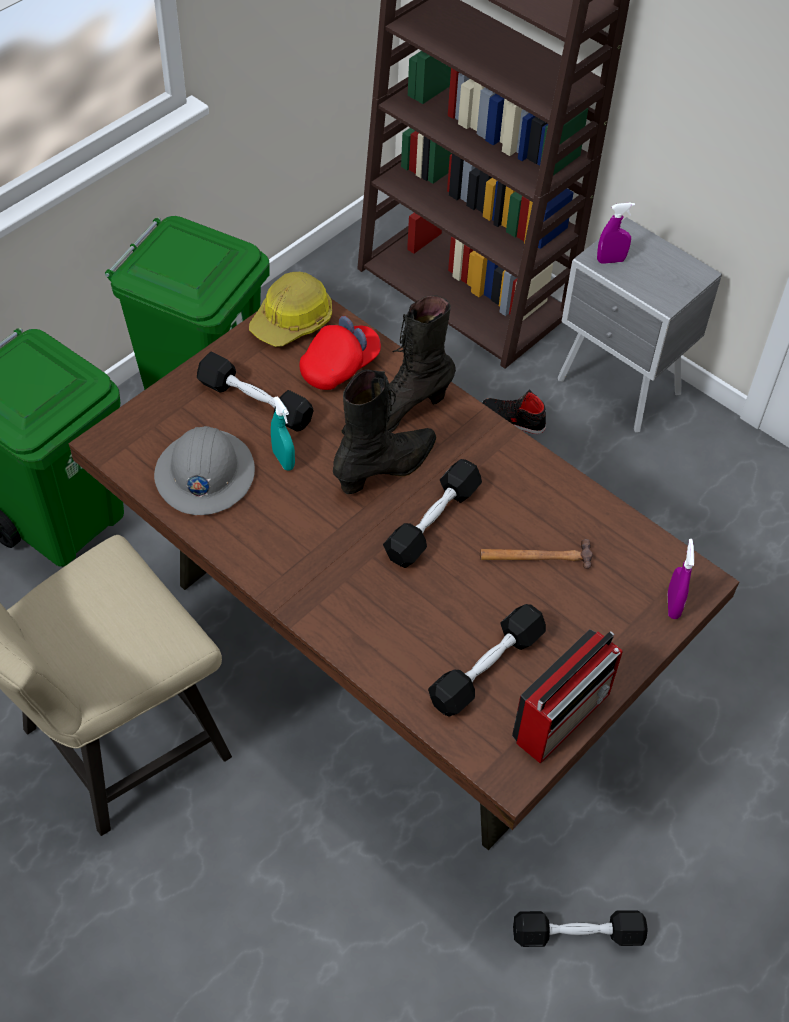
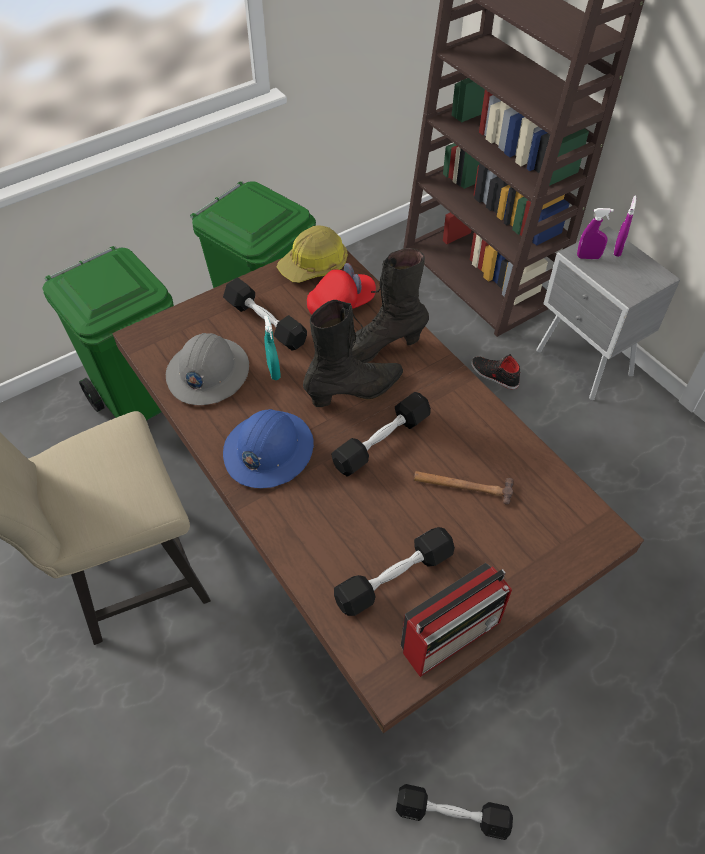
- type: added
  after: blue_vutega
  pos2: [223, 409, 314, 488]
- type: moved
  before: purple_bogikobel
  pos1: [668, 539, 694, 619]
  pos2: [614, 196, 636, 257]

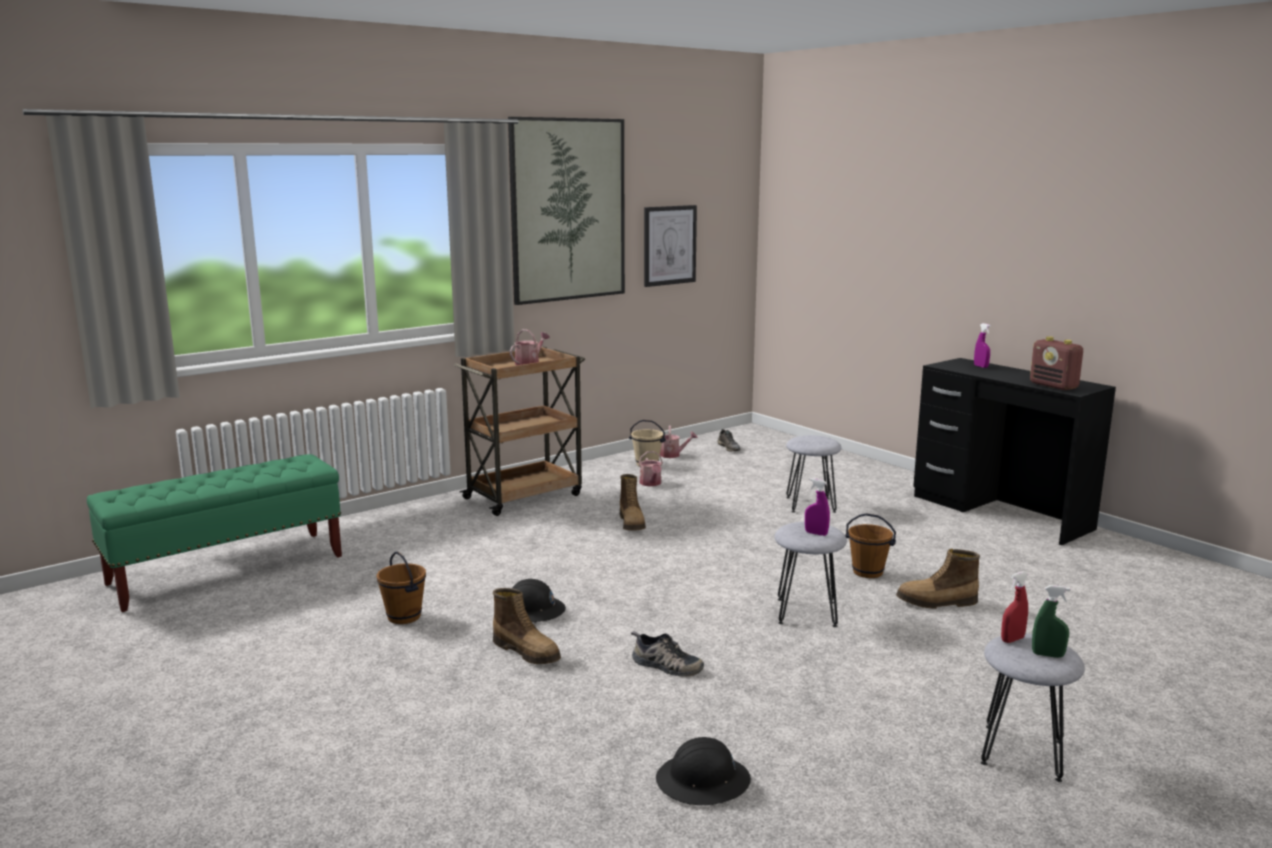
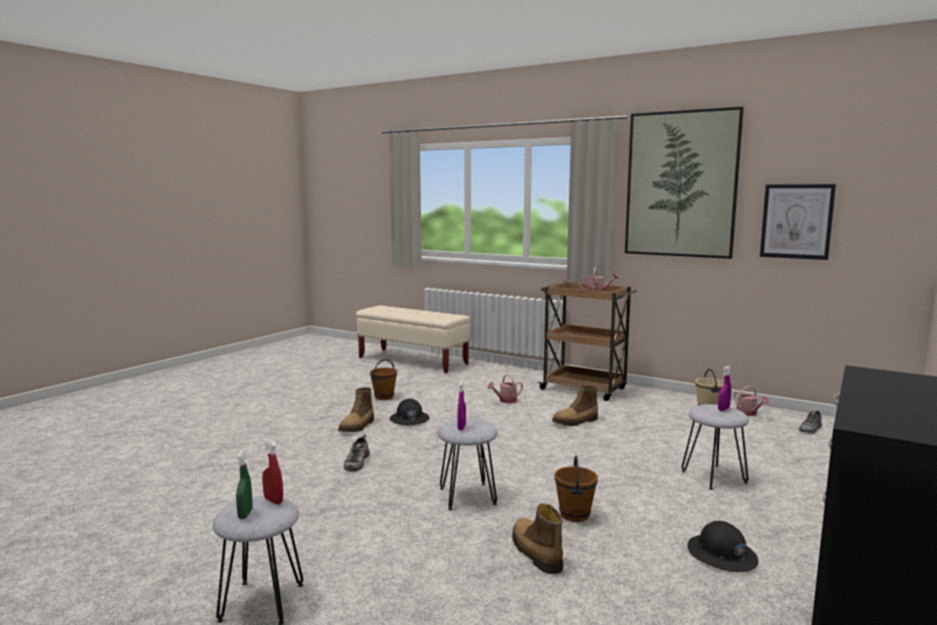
- type: recoloured
  before: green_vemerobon
  after: beige_vemerobon
  pos1: [87, 454, 342, 612]
  pos2: [356, 306, 470, 373]
- type: moved
  before: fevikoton
  pos1: [638, 451, 663, 486]
  pos2: [487, 374, 523, 403]
- type: moved
  before: black_vutega
  pos1: [656, 737, 751, 805]
  pos2: [687, 521, 759, 572]
- type: moved
  before: purple_bogikobel
  pos1: [974, 323, 991, 368]
  pos2: [718, 366, 731, 411]
- type: removed
  before: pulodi
  pos1: [1030, 336, 1083, 390]

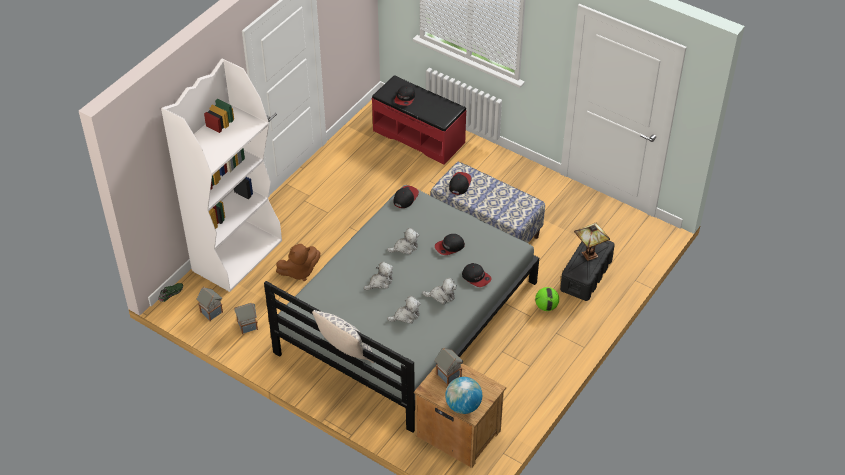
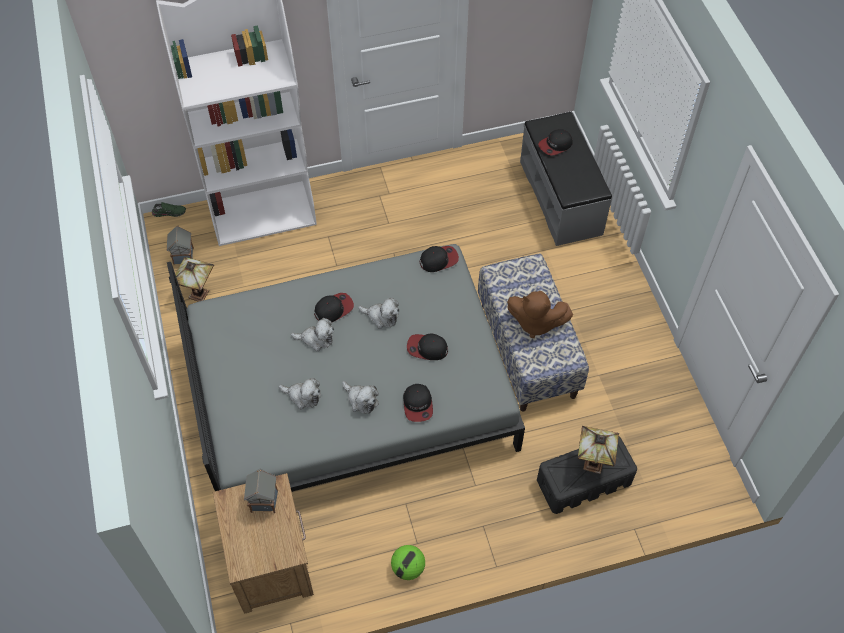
- type: replaced
  before: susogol
  after: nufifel
  pos1: [234, 303, 258, 334]
  pos2: [175, 257, 214, 302]
- type: moved
  before: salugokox
  pos1: [449, 172, 471, 195]
  pos2: [314, 293, 354, 322]
- type: moved
  before: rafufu
  pos1: [535, 287, 559, 311]
  pos2: [391, 545, 425, 580]
- type: moved
  before: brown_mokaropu
  pos1: [276, 244, 320, 281]
  pos2: [507, 291, 573, 338]
- type: recoloured
  before: red_vemerobon
  after: grey_vemerobon
  pos1: [371, 75, 466, 165]
  pos2: [520, 112, 612, 246]
- type: removed
  before: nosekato
  pos1: [312, 310, 374, 364]
- type: removed
  before: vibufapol
  pos1: [445, 377, 482, 414]

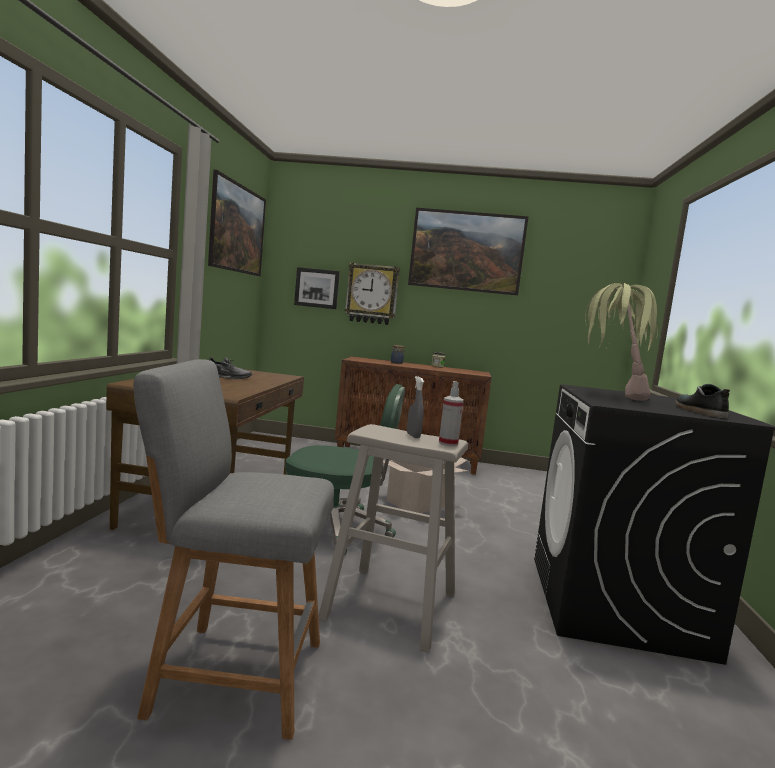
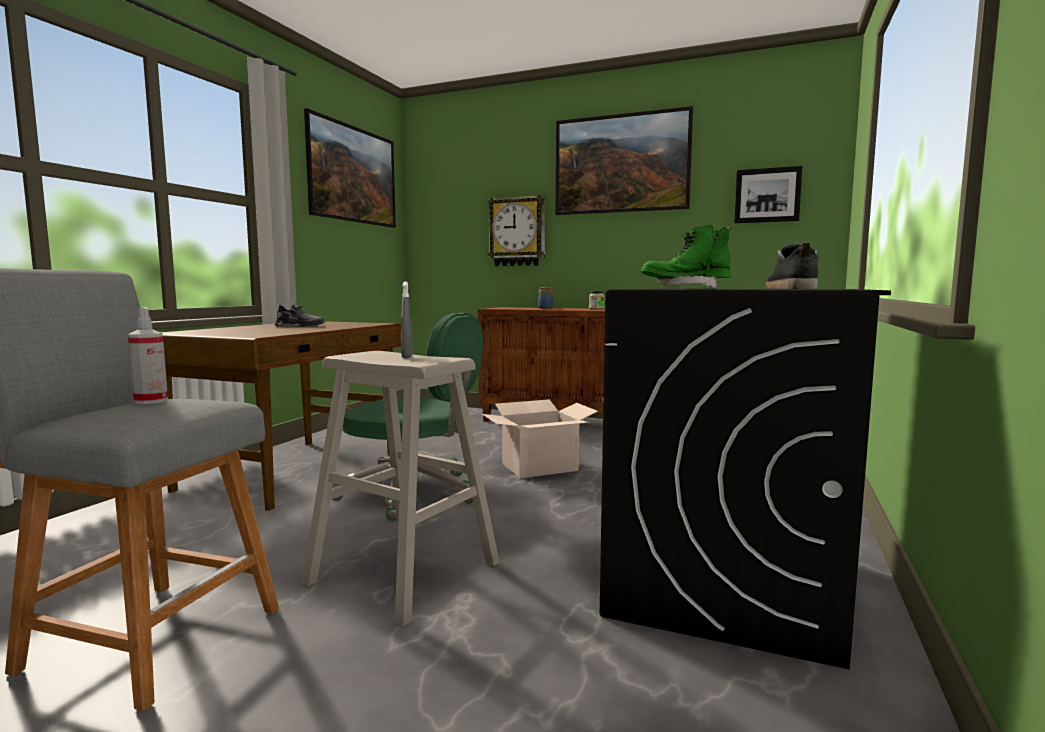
- type: moved
  before: bogikobel
  pos1: [439, 381, 464, 446]
  pos2: [128, 308, 168, 404]
- type: replaced
  before: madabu
  after: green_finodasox
  pos1: [585, 283, 658, 401]
  pos2: [641, 224, 731, 288]
- type: moved
  before: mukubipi
  pos1: [294, 267, 340, 309]
  pos2: [734, 166, 803, 224]

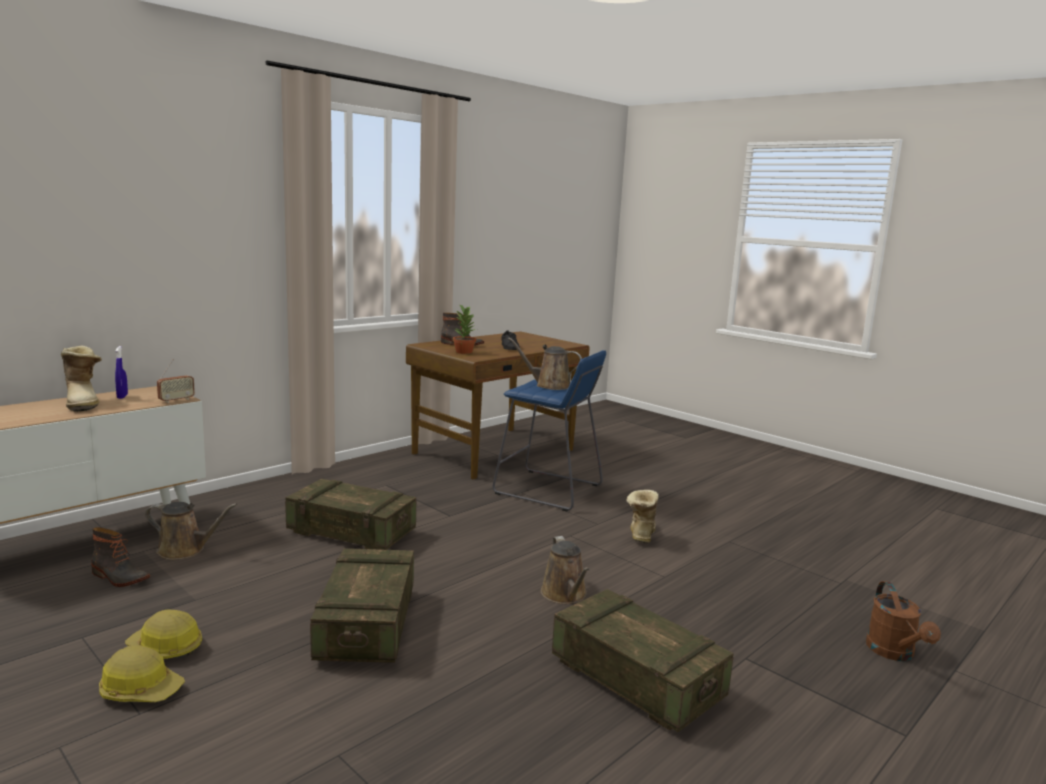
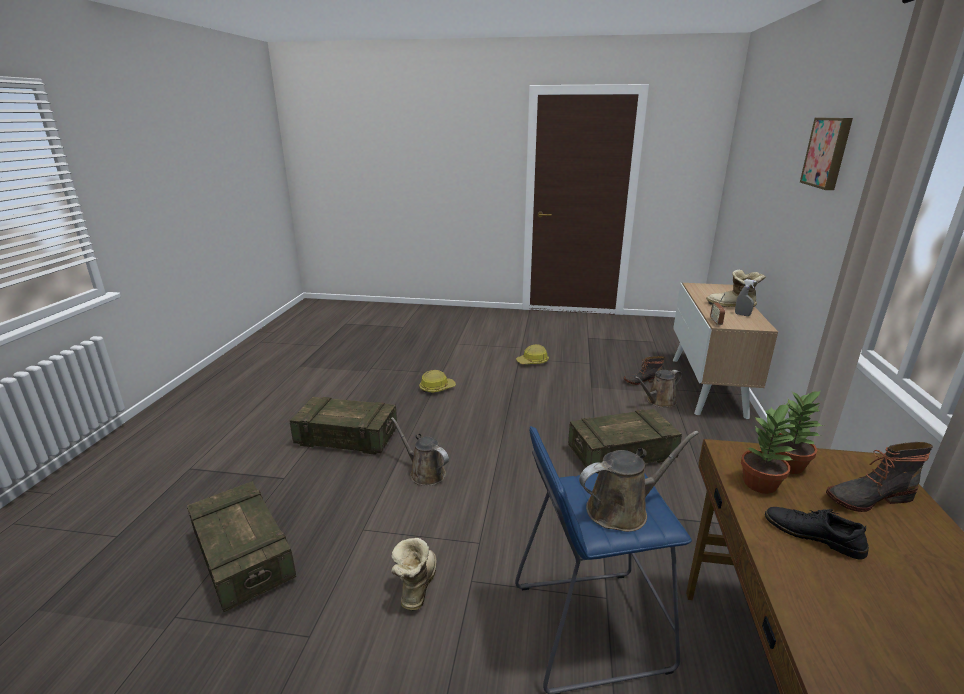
- type: moved
  before: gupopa
  pos1: [310, 548, 414, 663]
  pos2: [187, 481, 296, 612]
- type: turned
  before: finodasox
  pos1: [627, 490, 659, 543]
  pos2: [391, 538, 437, 611]
  turn: -150
- type: moved
  before: vutega
  pos1: [125, 609, 202, 659]
  pos2: [419, 370, 456, 393]
- type: recoloured
  before: blue_bogikobel
  after: grey_bogikobel
  pos1: [115, 346, 128, 399]
  pos2: [735, 279, 757, 316]
- type: added
  after: madabu
  pos2: [741, 403, 797, 494]
- type: added
  after: mukubipi
  pos2: [800, 118, 853, 190]
- type: removed
  before: brown_fevikoton
  pos1: [866, 581, 941, 661]

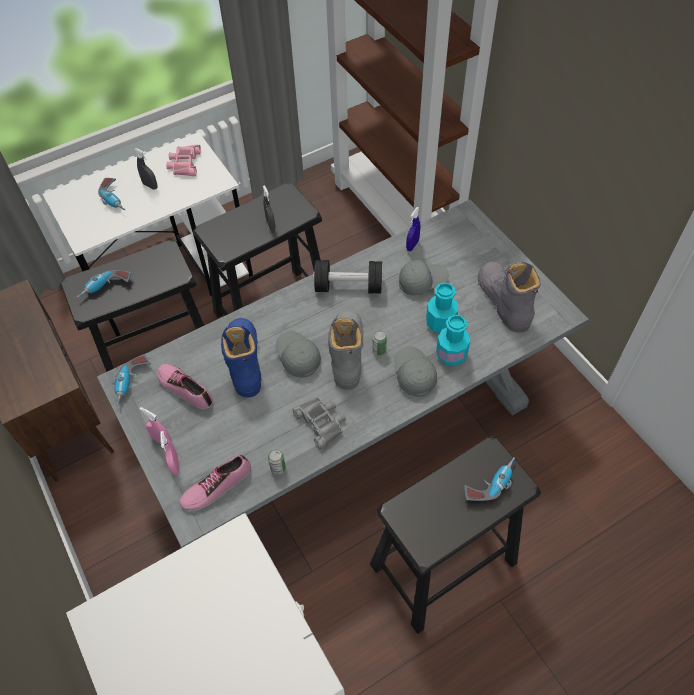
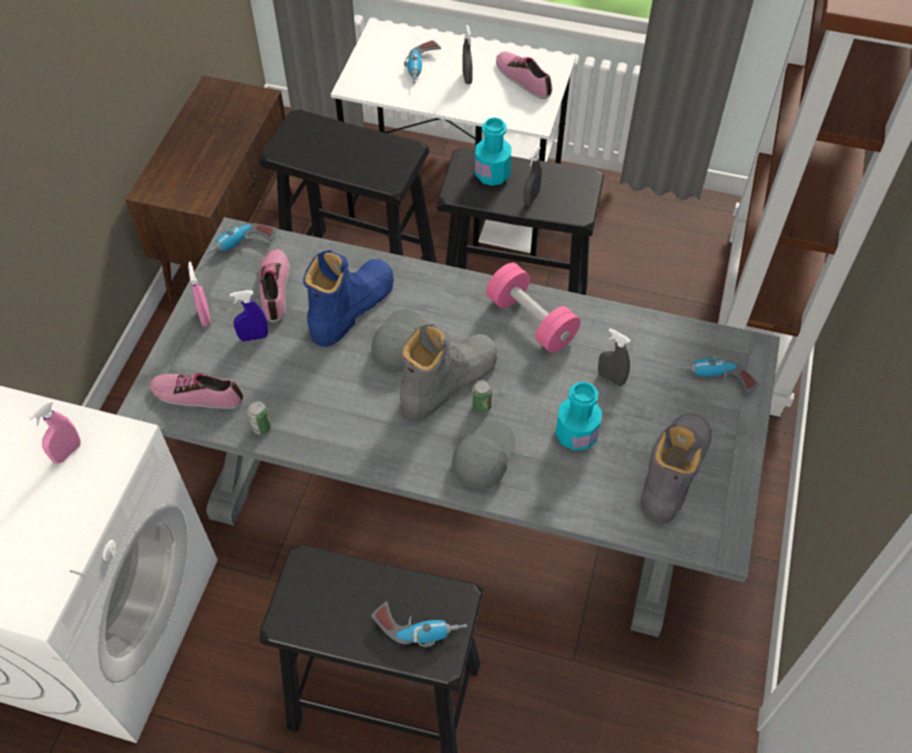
- type: moved
  before: pink_bogikobel
  pos1: [160, 431, 179, 475]
  pos2: [29, 400, 81, 464]
- type: moved
  before: blue_bogikobel
  pos1: [406, 207, 420, 251]
  pos2: [230, 290, 268, 342]
- type: moved
  before: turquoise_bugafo
  pos1: [436, 315, 470, 366]
  pos2: [475, 117, 512, 186]
- type: recoloured
  before: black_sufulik
  after: pink_sufulik
  pos1: [314, 260, 383, 293]
  pos2: [486, 263, 580, 353]
- type: replaced
  before: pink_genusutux
  after: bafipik
  pos1: [166, 145, 201, 176]
  pos2: [496, 52, 553, 99]
- type: replaced
  before: grey_salugokox
  after: grey_bogikobel
  pos1: [399, 260, 448, 296]
  pos2: [598, 329, 630, 386]
- type: moved
  before: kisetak
  pos1: [77, 270, 131, 298]
  pos2: [676, 356, 759, 394]
- type: removed
  before: grey_genusutux
  pos1: [292, 398, 346, 449]

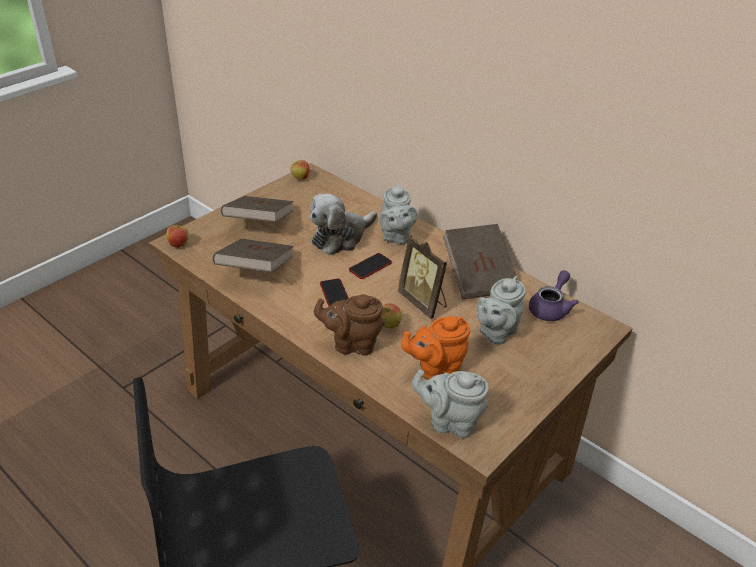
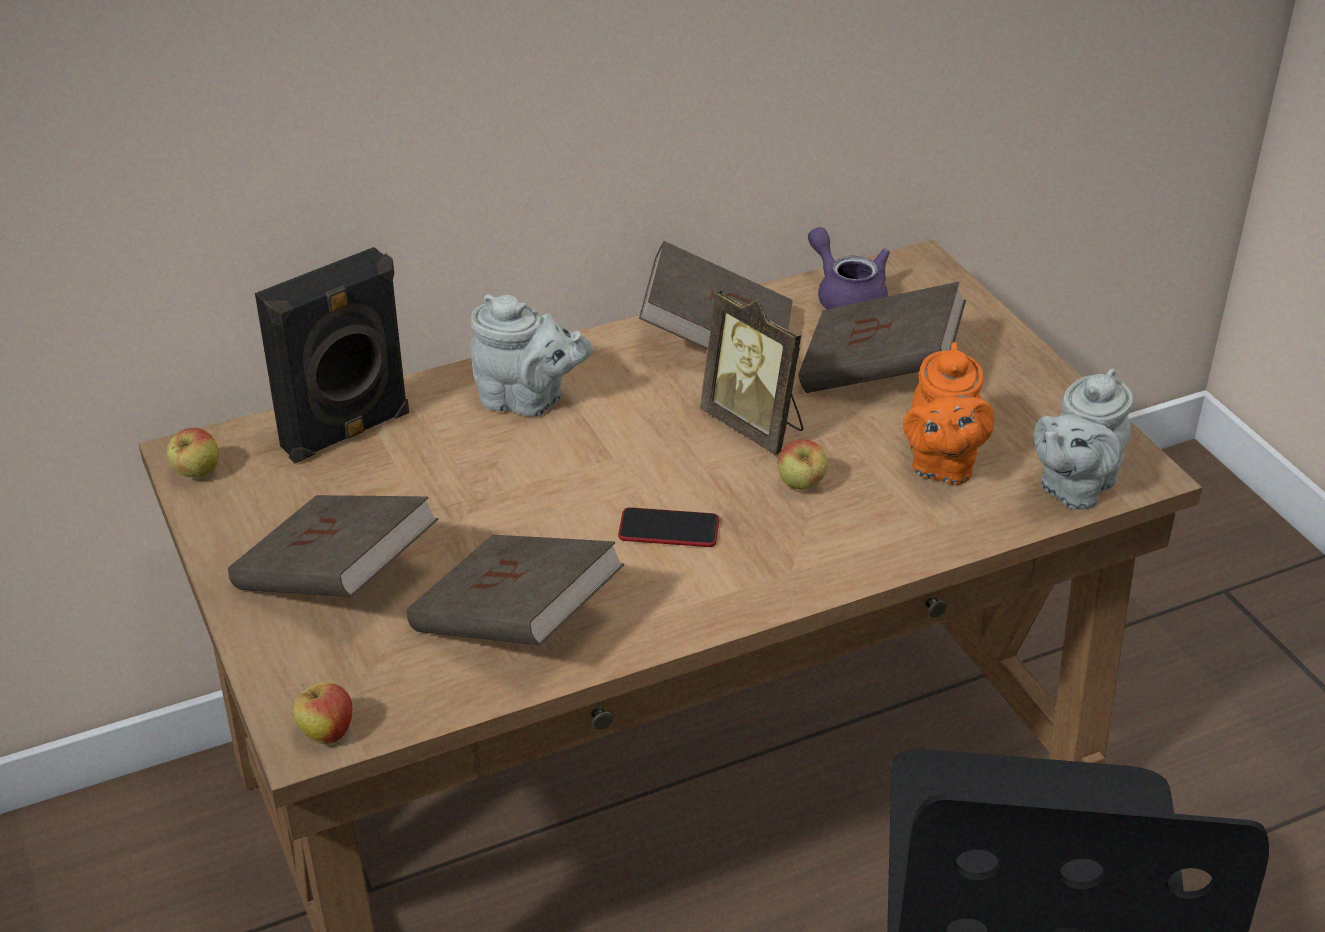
- type: added
  after: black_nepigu
  pos2: [255, 247, 409, 463]
- type: turned
  before: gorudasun
  pos1: [398, 235, 447, 319]
  pos2: [700, 290, 804, 455]
  turn: 60
- type: replaced
  before: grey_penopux
  after: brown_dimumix
  pos1: [476, 276, 526, 344]
  pos2: [798, 282, 966, 393]
- type: removed
  before: mokaropu
  pos1: [310, 194, 377, 255]
- type: removed
  before: brown_penopux
  pos1: [314, 294, 384, 356]
- type: removed
  before: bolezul
  pos1: [349, 253, 392, 279]

